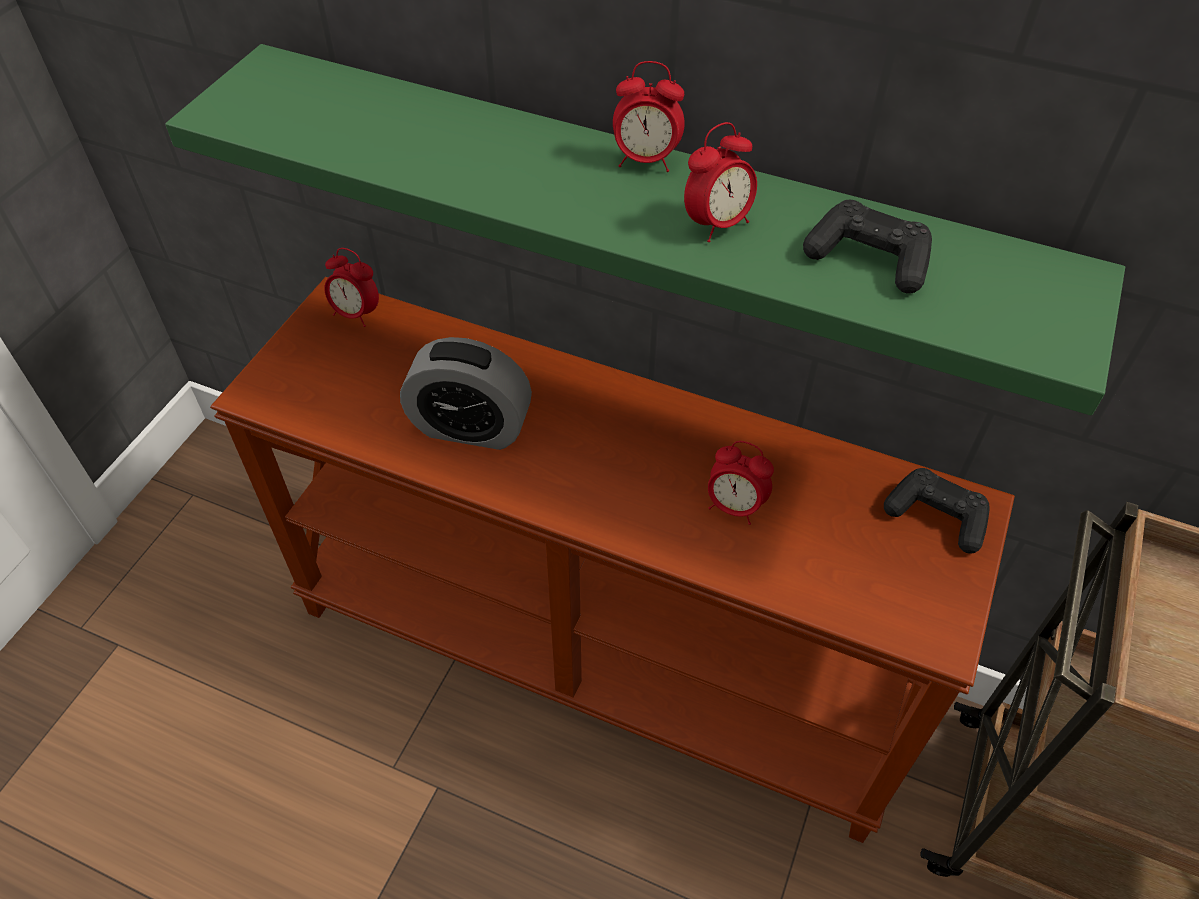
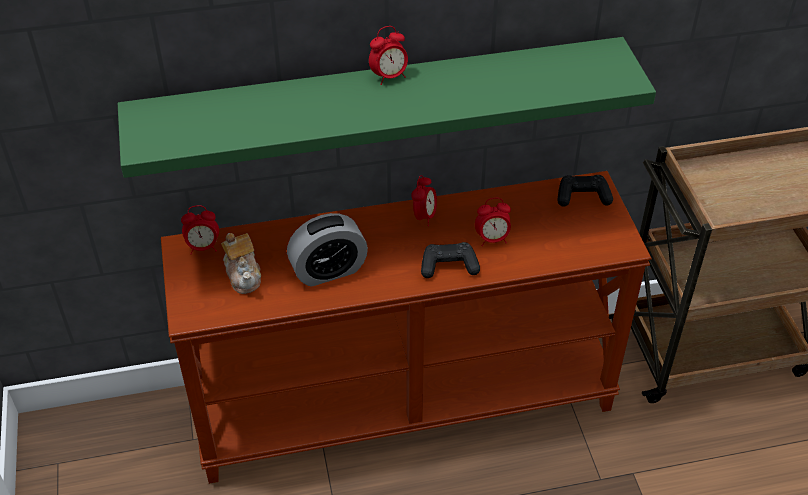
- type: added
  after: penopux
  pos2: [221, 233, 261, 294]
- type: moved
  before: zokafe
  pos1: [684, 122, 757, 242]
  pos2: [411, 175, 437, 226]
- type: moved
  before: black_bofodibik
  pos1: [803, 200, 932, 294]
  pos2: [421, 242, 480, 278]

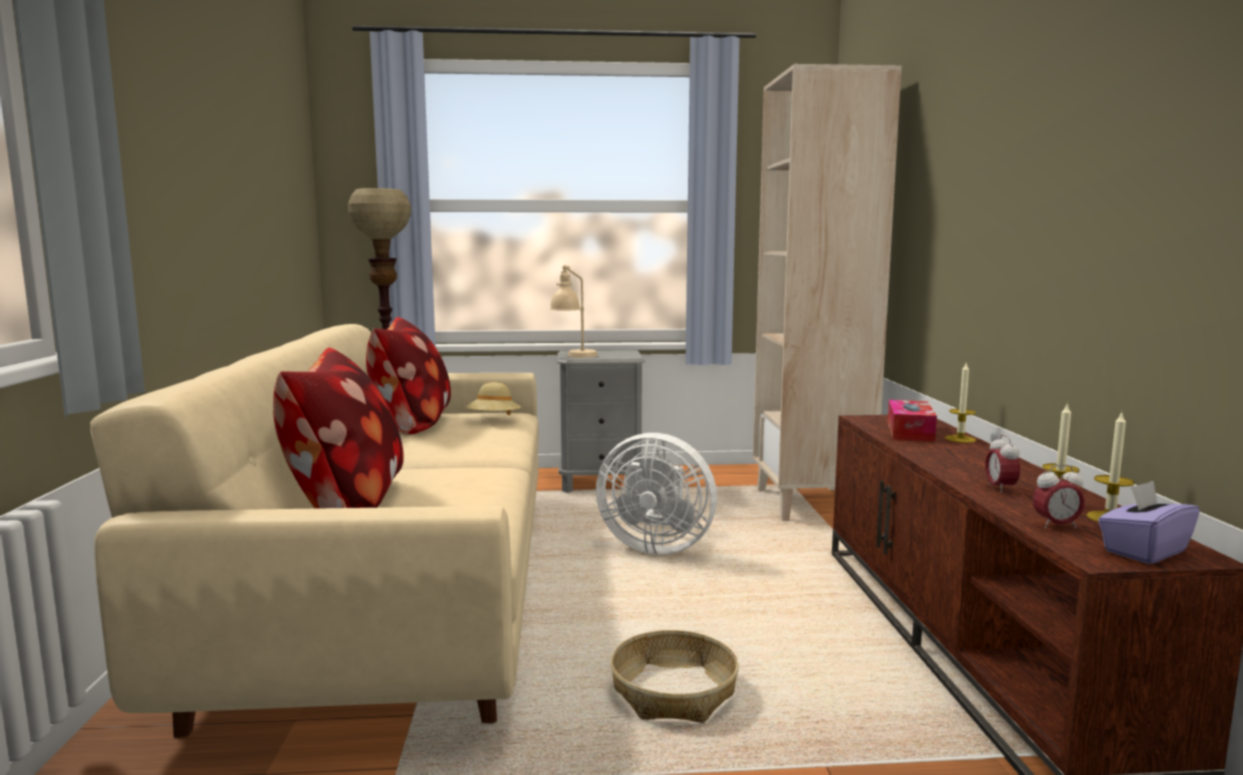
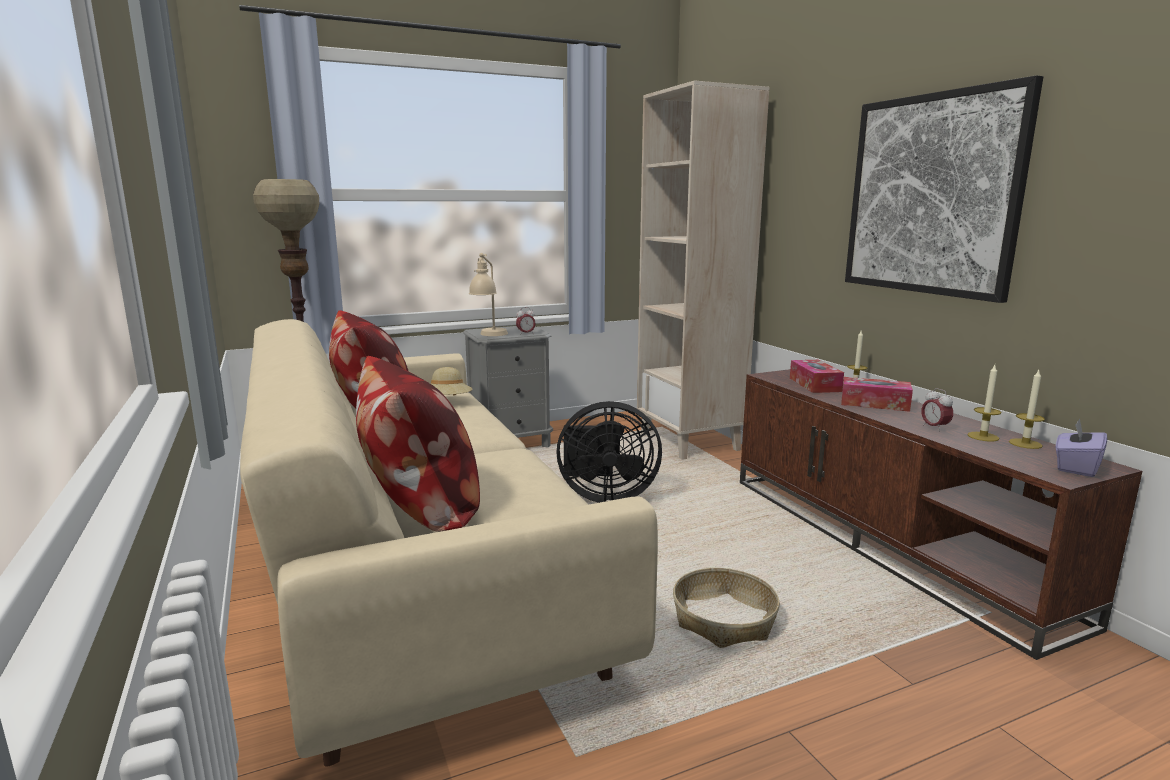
- type: moved
  before: zokafe
  pos1: [1033, 465, 1085, 529]
  pos2: [516, 307, 536, 335]
- type: recoloured
  before: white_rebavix
  after: black_rebavix
  pos1: [596, 433, 717, 555]
  pos2: [556, 401, 662, 503]
- type: added
  after: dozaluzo
  pos2: [841, 377, 913, 412]
- type: added
  after: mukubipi
  pos2: [845, 75, 1043, 303]

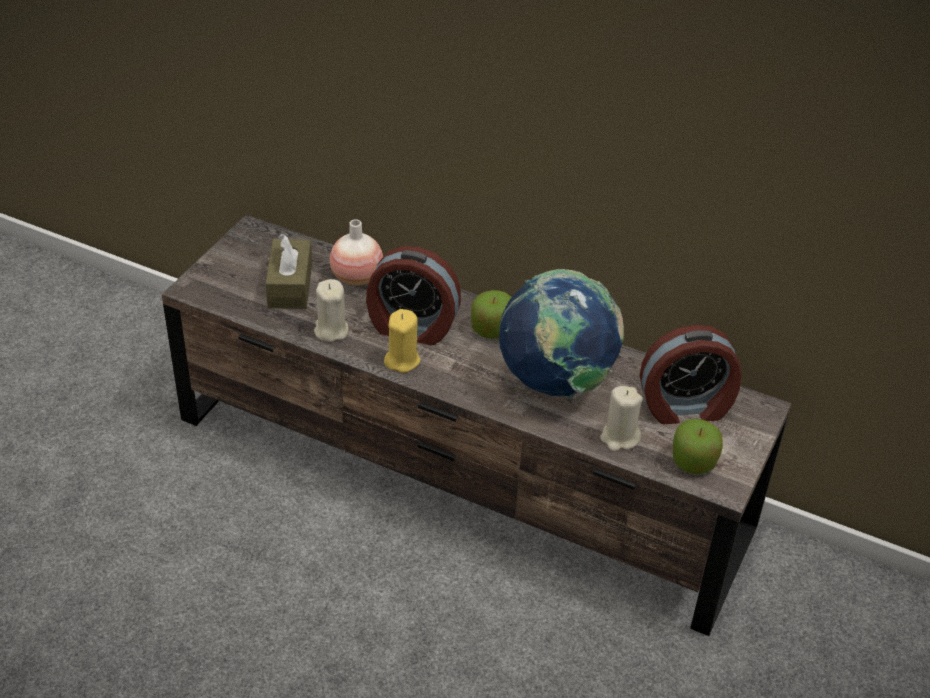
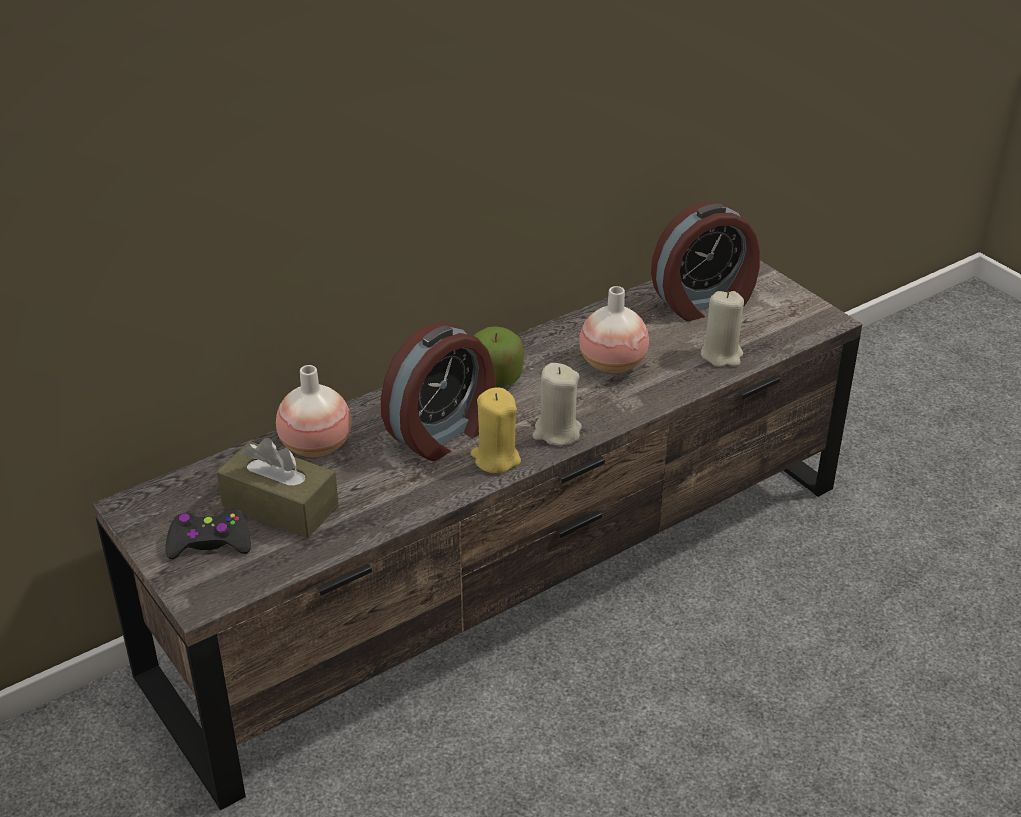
- type: added
  after: black_bofodibik
  pos2: [165, 510, 251, 559]
- type: moved
  before: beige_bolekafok
  pos1: [314, 279, 349, 342]
  pos2: [533, 363, 582, 446]
- type: replaced
  before: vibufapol
  after: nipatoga
  pos1: [499, 269, 624, 399]
  pos2: [579, 286, 649, 374]
- type: turned
  before: zokafe
  pos1: [639, 325, 742, 424]
  pos2: [651, 202, 760, 321]
  turn: 45
- type: removed
  before: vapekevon
  pos1: [673, 419, 723, 474]

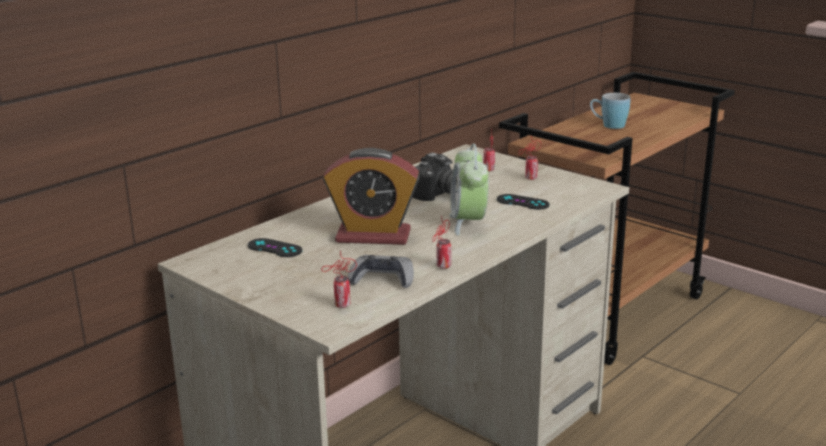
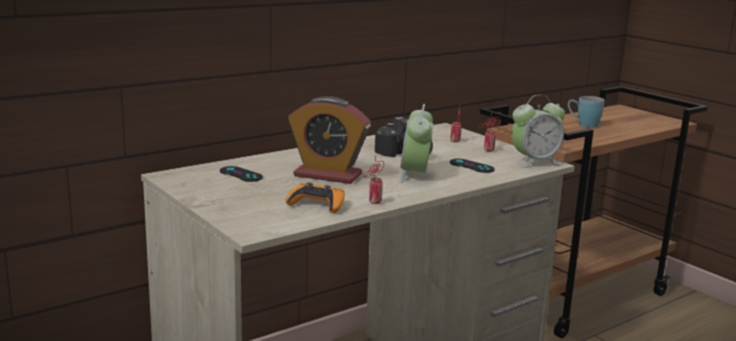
- type: recoloured
  before: grey_bofodibik
  after: orange_bofodibik
  pos1: [348, 255, 414, 288]
  pos2: [286, 183, 345, 213]
- type: added
  after: zokafe
  pos2: [512, 95, 565, 168]
- type: removed
  before: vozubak
  pos1: [321, 251, 357, 308]

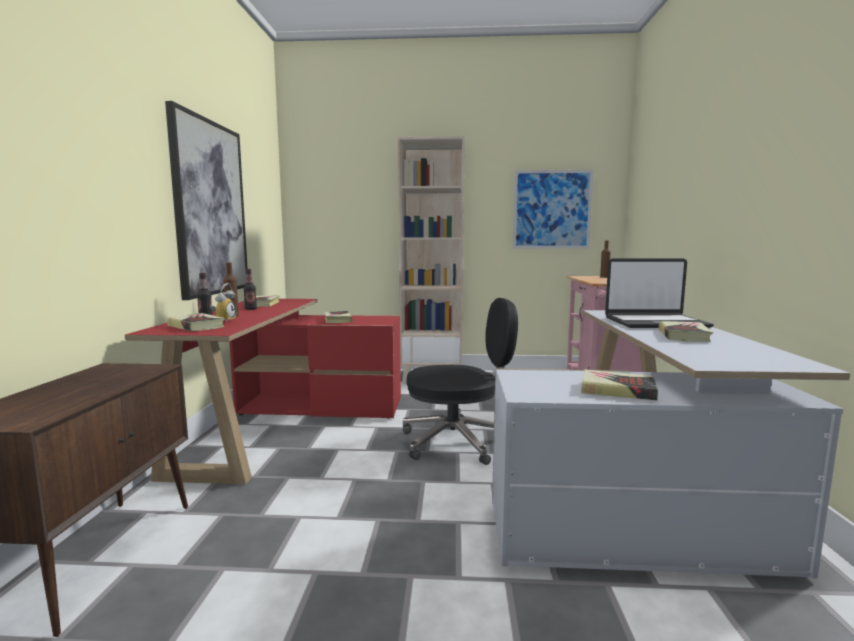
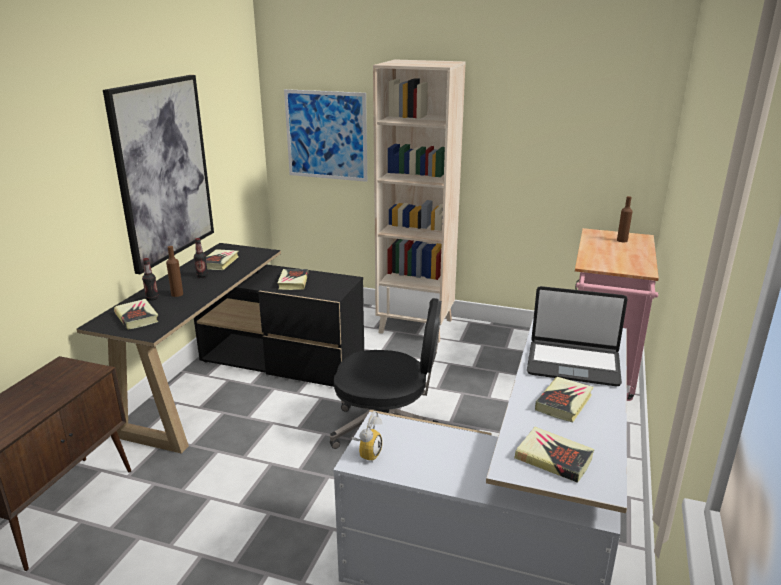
- type: recoloured
  before: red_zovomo
  after: black_zovomo
  pos1: [125, 299, 401, 484]
  pos2: [76, 243, 364, 454]
- type: moved
  before: mukubipi
  pos1: [513, 170, 594, 248]
  pos2: [284, 89, 367, 182]
- type: moved
  before: zokafe
  pos1: [210, 283, 236, 322]
  pos2: [351, 411, 383, 462]
- type: moved
  before: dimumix
  pos1: [581, 369, 658, 401]
  pos2: [514, 427, 594, 483]

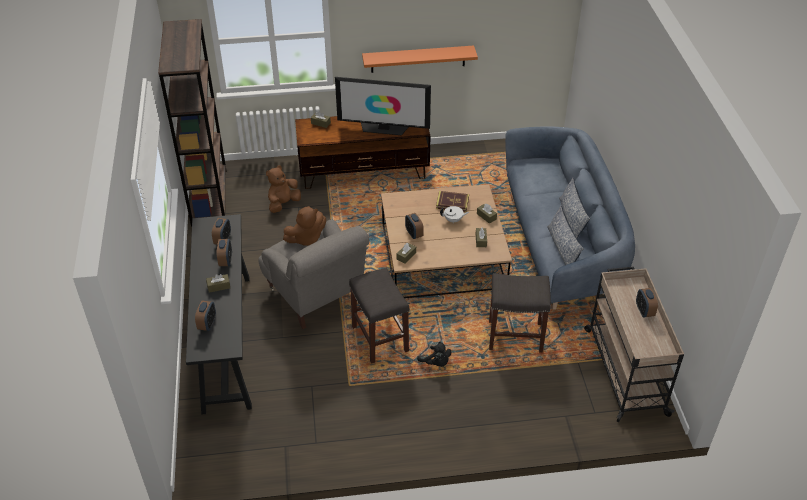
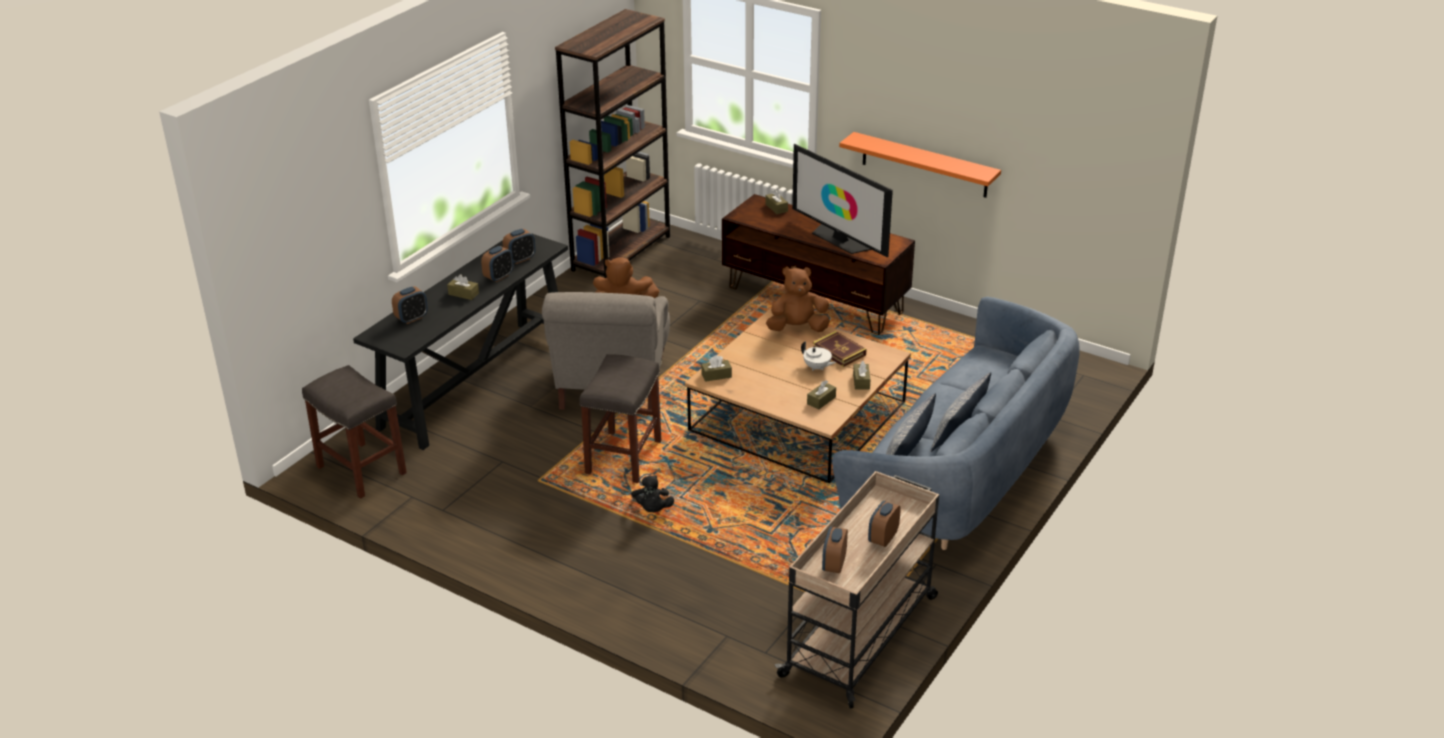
- type: moved
  before: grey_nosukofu
  pos1: [489, 273, 551, 353]
  pos2: [302, 365, 407, 499]
- type: moved
  before: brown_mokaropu
  pos1: [266, 165, 301, 213]
  pos2: [766, 267, 830, 332]
- type: moved
  before: zokafe
  pos1: [405, 213, 424, 239]
  pos2: [822, 527, 848, 573]

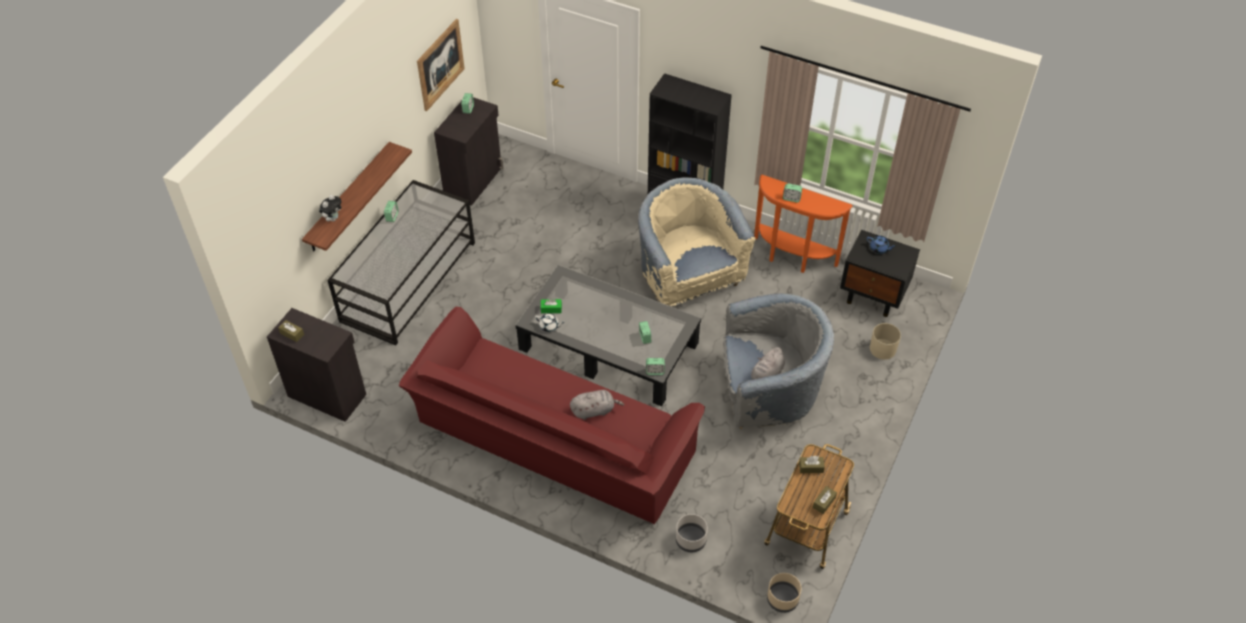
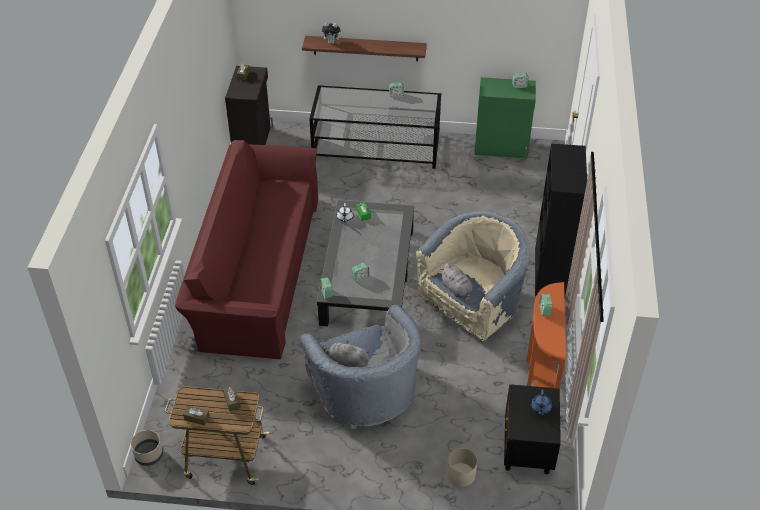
- type: moved
  before: grey_mokaropu
  pos1: [570, 390, 624, 420]
  pos2: [440, 263, 473, 302]
- type: recoloured
  before: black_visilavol
  after: green_visilavol
  pos1: [434, 97, 504, 206]
  pos2: [475, 77, 536, 159]
- type: removed
  before: mukubipi
  pos1: [417, 19, 465, 111]
- type: removed
  before: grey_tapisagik
  pos1: [676, 514, 708, 552]

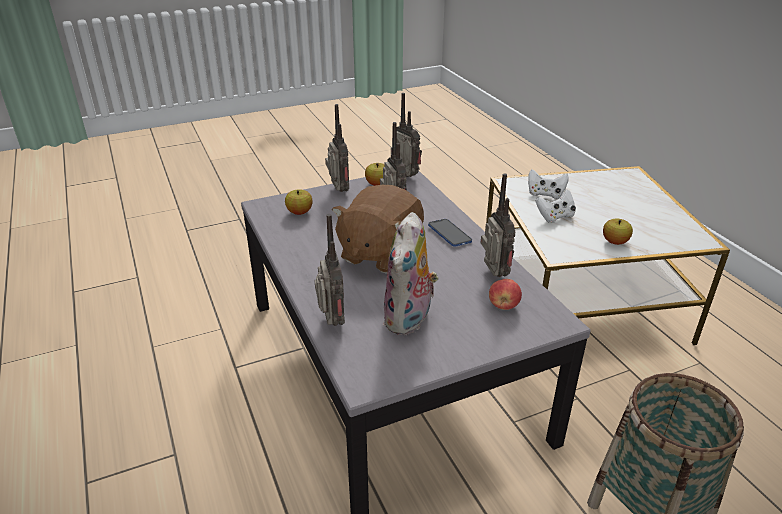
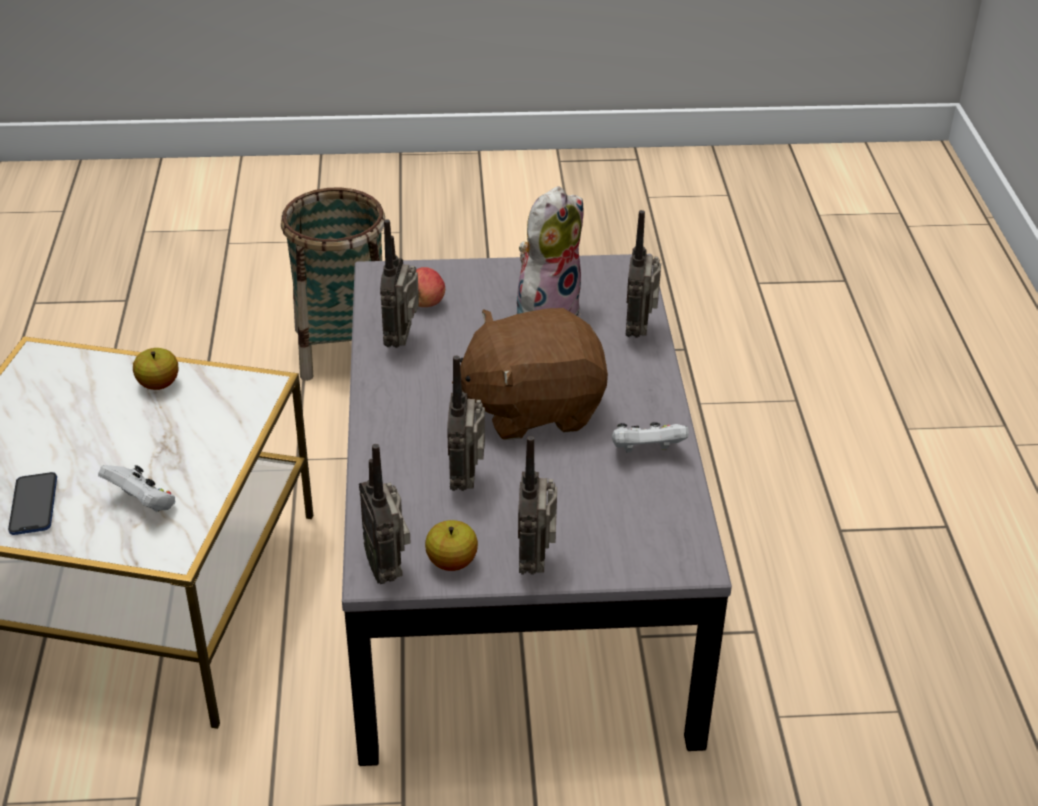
- type: moved
  before: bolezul
  pos1: [428, 219, 472, 247]
  pos2: [8, 472, 57, 535]
- type: turned
  before: brown_mokaropu
  pos1: [332, 185, 424, 274]
  pos2: [452, 308, 608, 440]
  turn: -150
- type: moved
  before: white_bofodibik
  pos1: [535, 189, 576, 223]
  pos2: [612, 422, 689, 453]
- type: removed
  before: vapekevon
  pos1: [285, 189, 312, 215]

